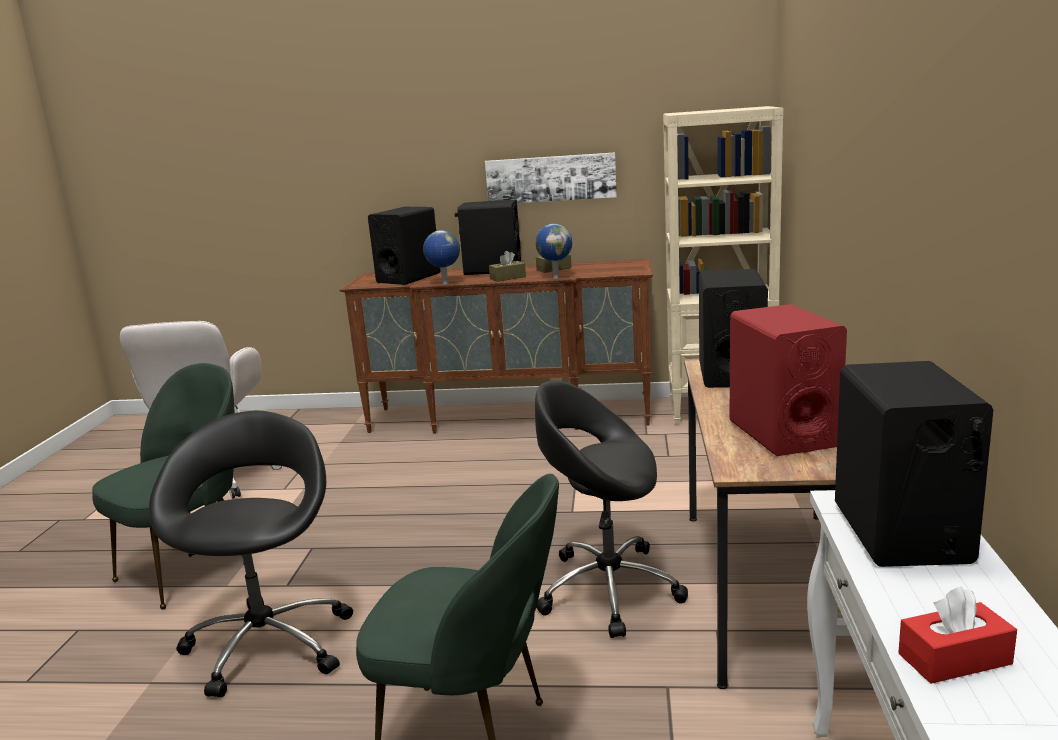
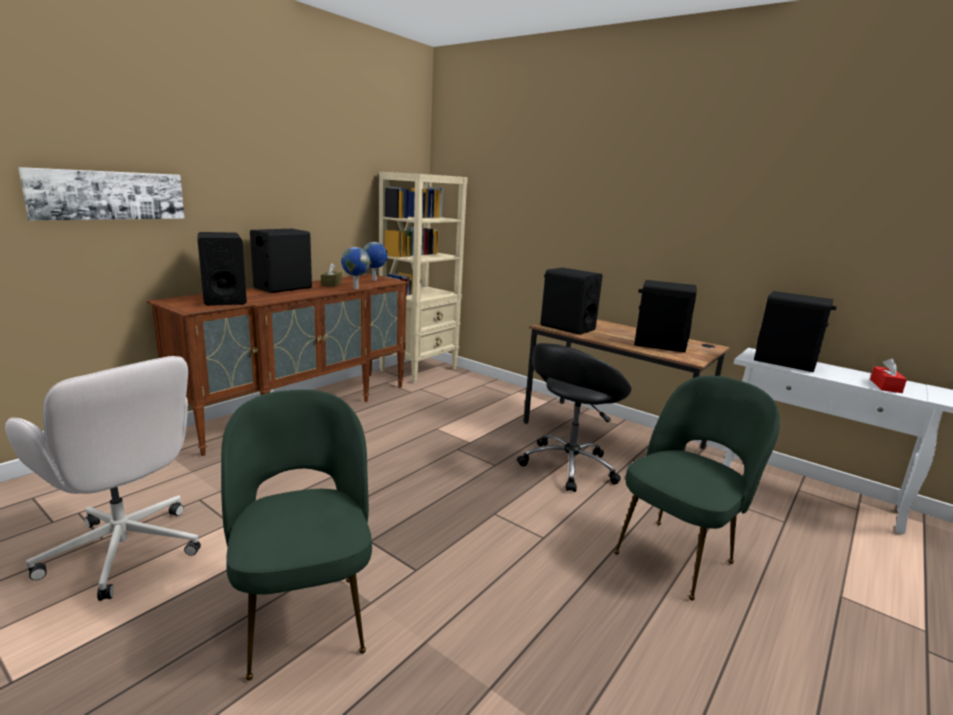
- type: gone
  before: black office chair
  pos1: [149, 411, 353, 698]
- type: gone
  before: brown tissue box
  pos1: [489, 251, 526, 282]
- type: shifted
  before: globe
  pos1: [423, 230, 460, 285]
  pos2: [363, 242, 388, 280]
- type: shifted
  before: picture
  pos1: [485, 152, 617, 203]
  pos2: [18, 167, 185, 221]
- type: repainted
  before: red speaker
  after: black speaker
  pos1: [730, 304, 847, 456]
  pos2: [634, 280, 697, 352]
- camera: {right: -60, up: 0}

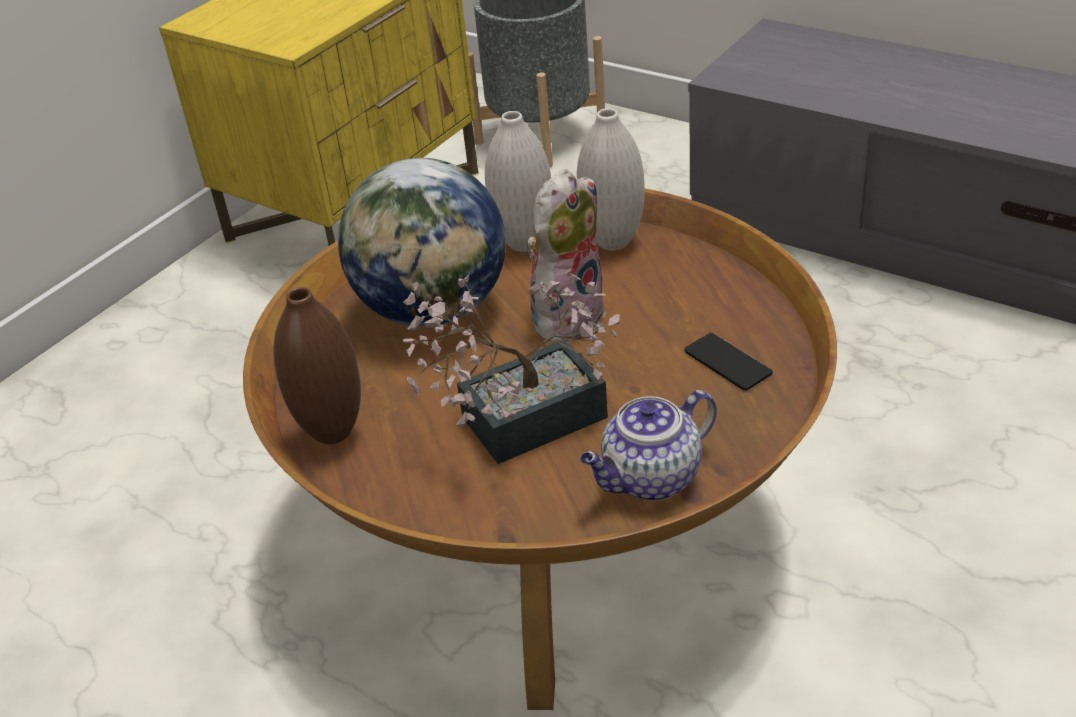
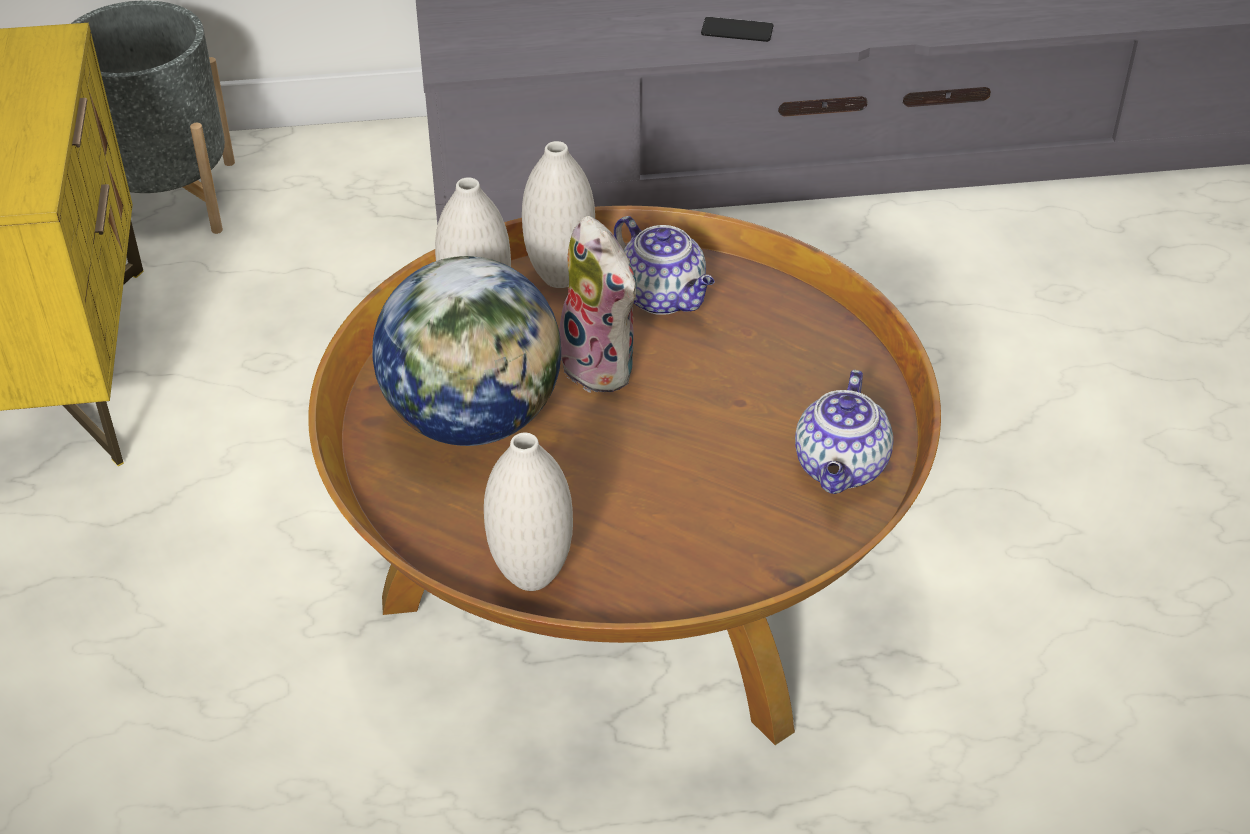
- type: gone
  before: potted plant
  pos1: [403, 273, 620, 464]
- type: new
  after: teapot
  pos2: [614, 216, 714, 315]
- type: shifted
  before: phone
  pos1: [684, 333, 773, 391]
  pos2: [701, 17, 773, 42]
- type: repainted
  before: brown vase
  after: white vase
  pos1: [273, 287, 361, 444]
  pos2: [484, 433, 573, 591]
- type: rotated
  before: plush toy
  pos1: [527, 169, 606, 342]
  pos2: [559, 216, 637, 393]
  turn: 150
- camera: {right: -45, up: 5}

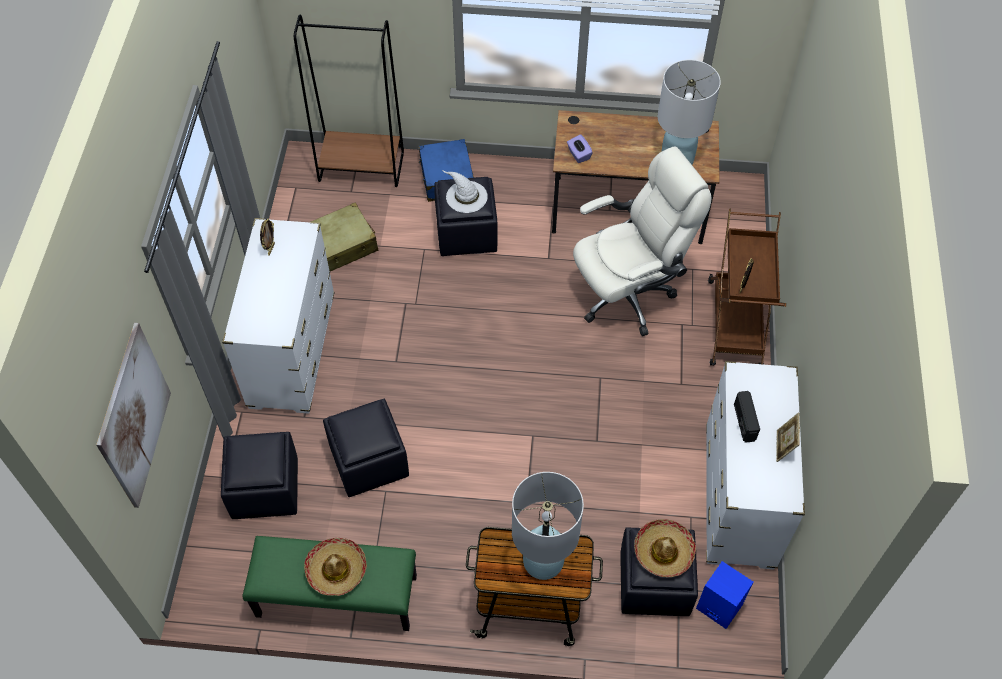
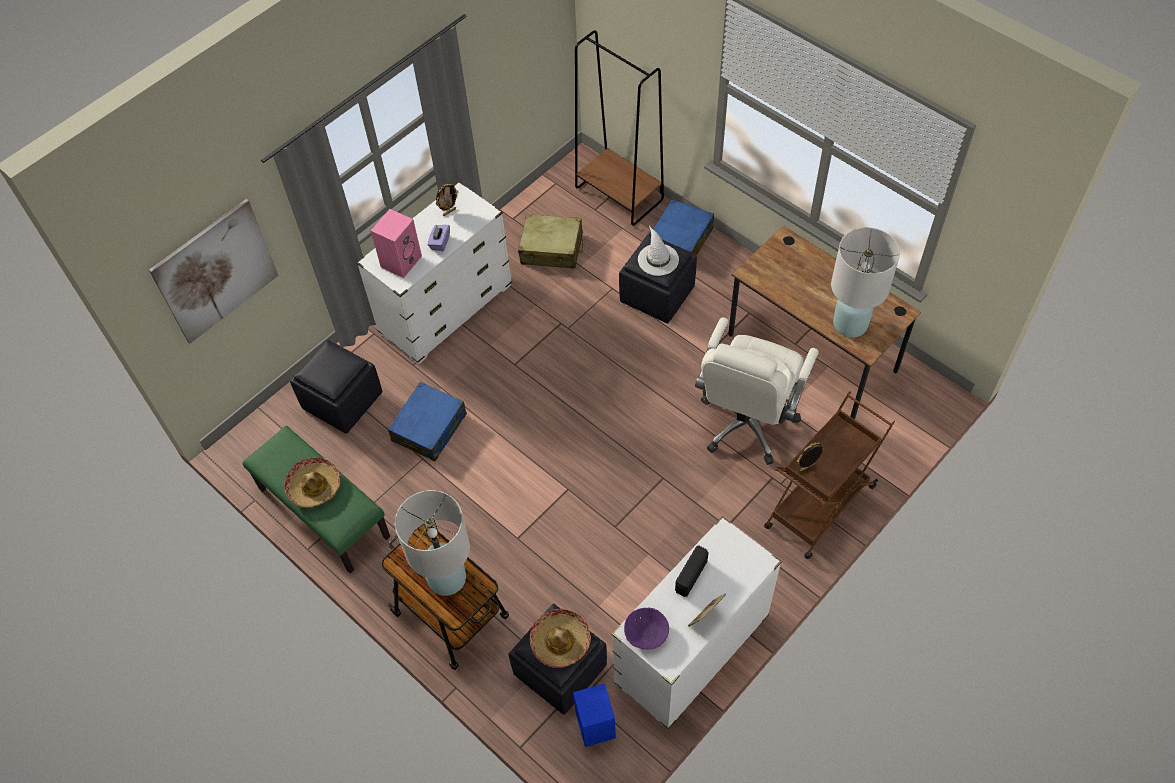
- type: new
  after: pink speaker
  pos2: [371, 209, 422, 278]
- type: new
  after: purple bowl
  pos2: [624, 608, 669, 650]
- type: shifted
  before: purple tissue box
  pos1: [567, 134, 593, 163]
  pos2: [427, 225, 450, 251]
- type: swapped
  before: black ottoman
  after: blue suitcase
  pos1: [323, 399, 409, 497]
  pos2: [388, 382, 467, 461]
- type: rotated
  before: white office chair
  pos1: [573, 147, 711, 336]
  pos2: [695, 317, 819, 465]
  turn: 105
- camera: {right: 40, up: 0}

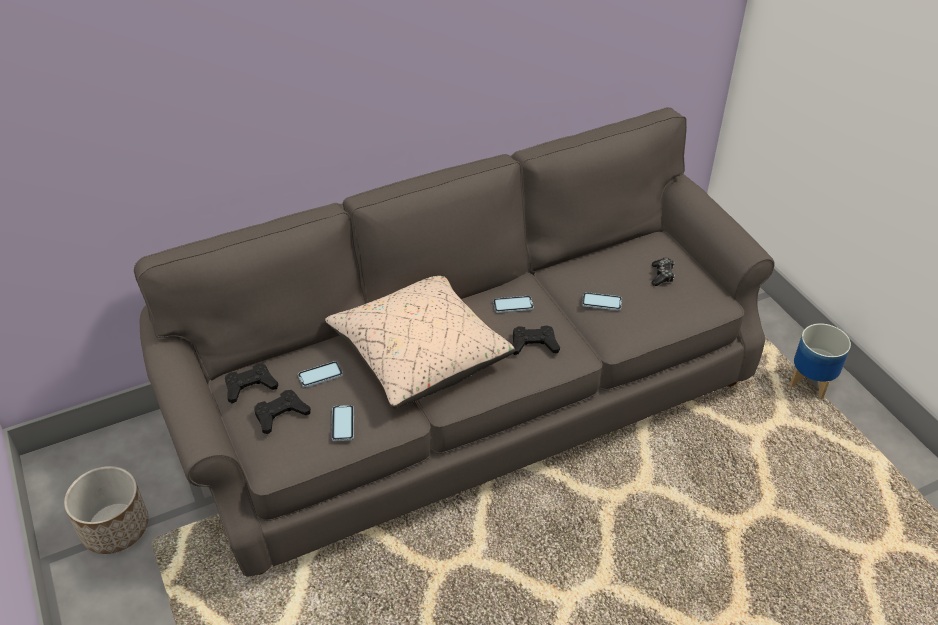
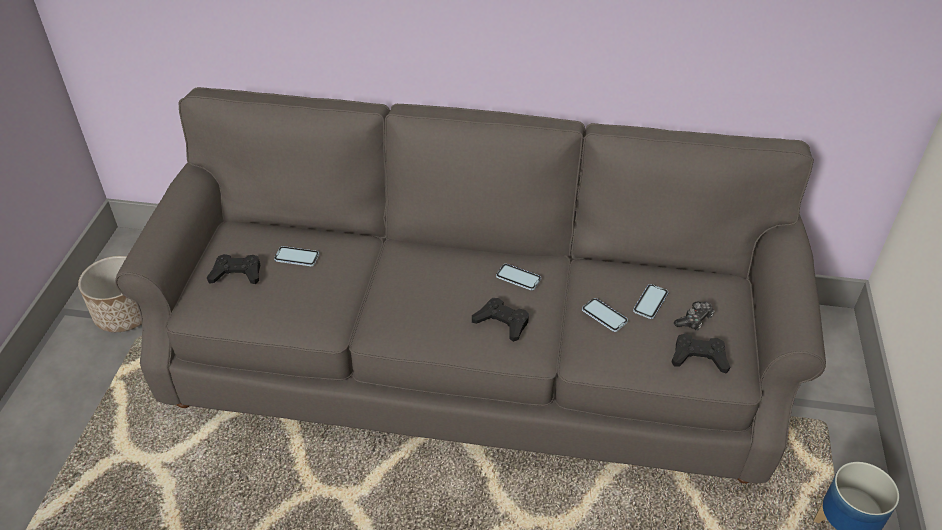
- type: gone
  before: beige pillow
  pos1: [325, 276, 515, 409]
- type: shifted
  before: black game controller
  pos1: [225, 363, 278, 404]
  pos2: [671, 334, 730, 373]
- type: shifted
  before: phone
  pos1: [331, 405, 354, 441]
  pos2: [633, 284, 668, 319]
- camera: {right: 35, up: 0}

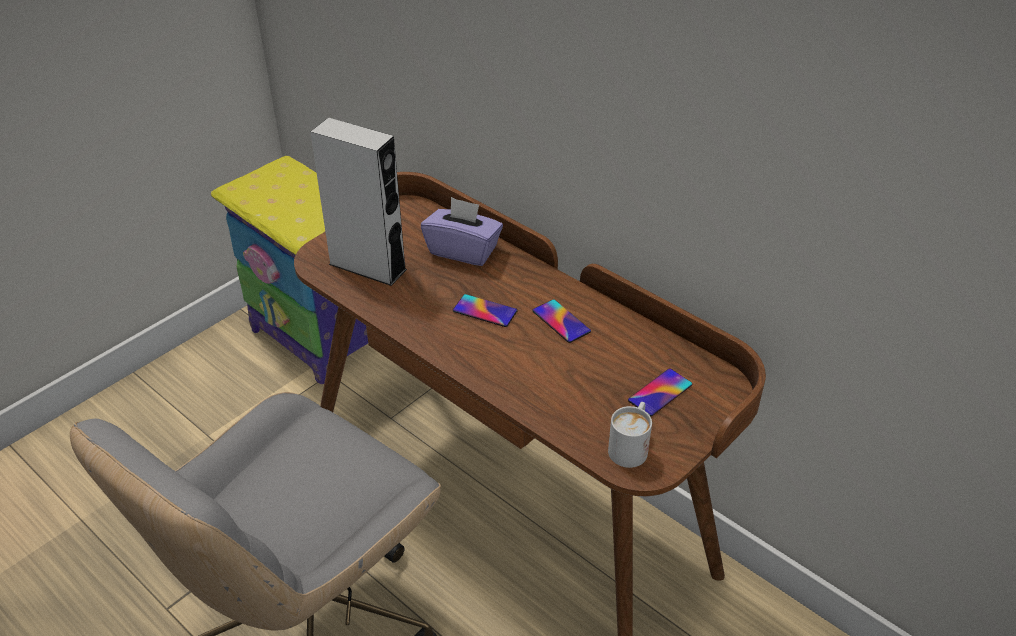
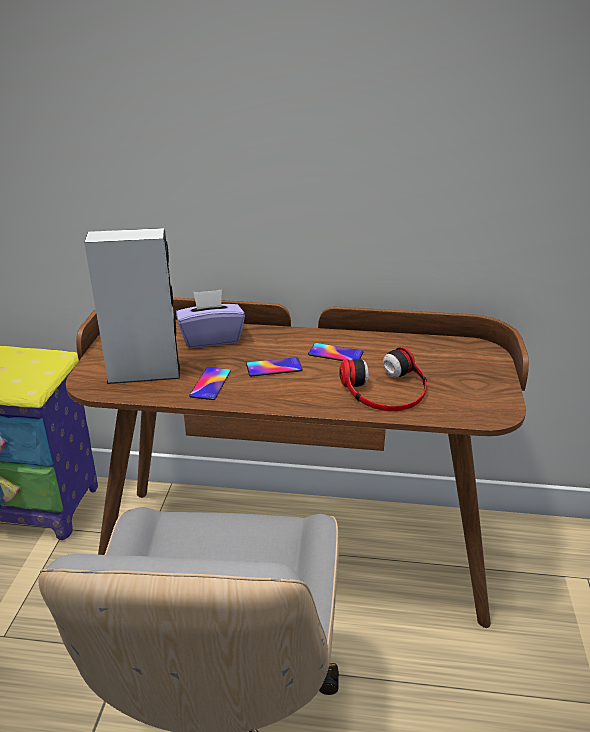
- type: gone
  before: white mug
  pos1: [608, 402, 652, 468]
- type: new
  after: headphones
  pos2: [339, 347, 427, 411]
- type: shifted
  before: phone
  pos1: [628, 369, 692, 416]
  pos2: [189, 367, 231, 400]
- camera: {right: -35, up: -10}

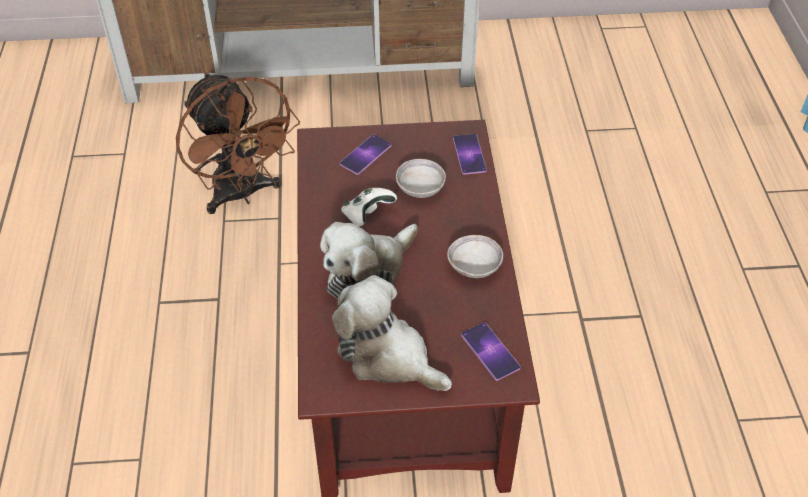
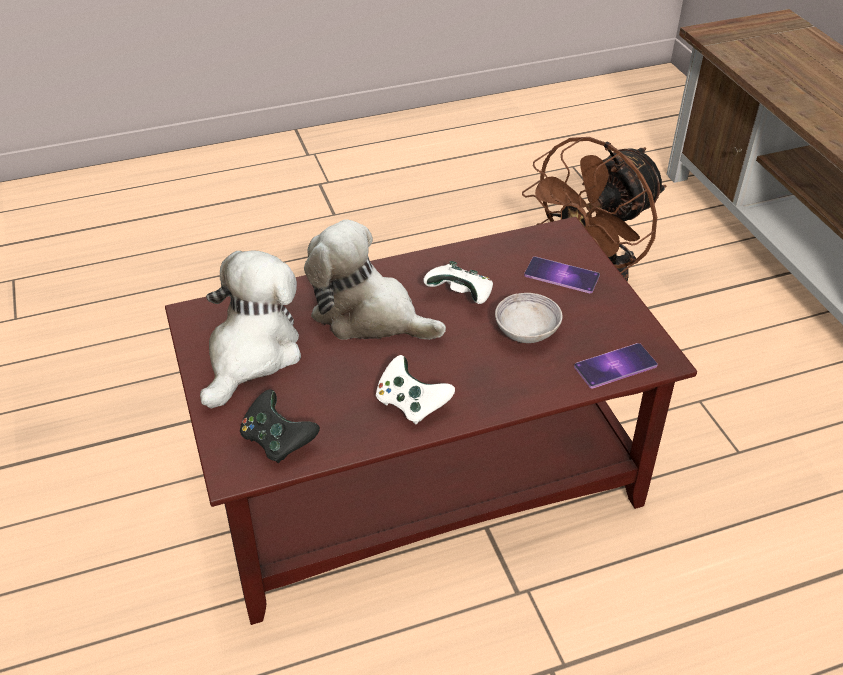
- type: swapped
  before: grey bowl
  after: white game controller
  pos1: [447, 235, 503, 278]
  pos2: [376, 355, 455, 425]
- type: swapped
  before: phone
  after: black game controller
  pos1: [461, 322, 521, 381]
  pos2: [240, 389, 320, 463]
- camera: {right: 75, up: -5}

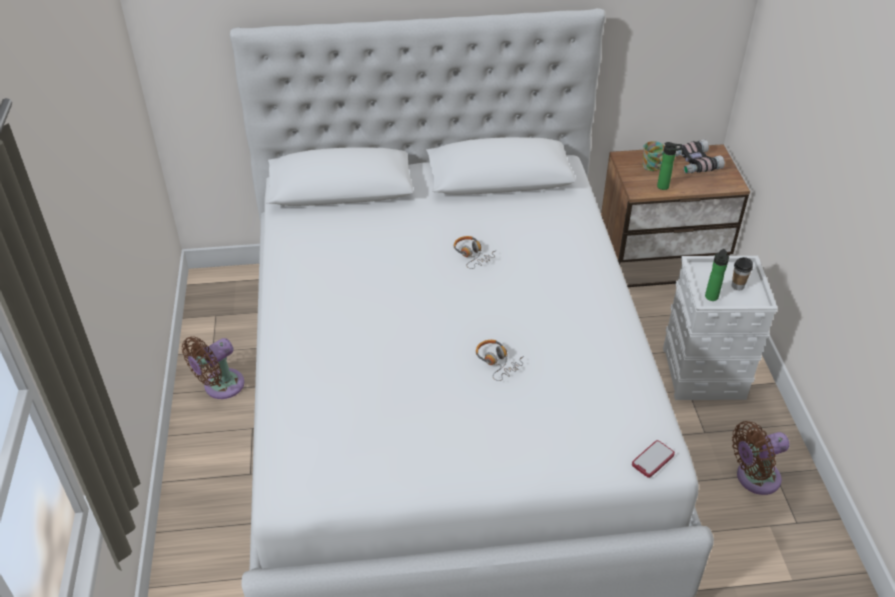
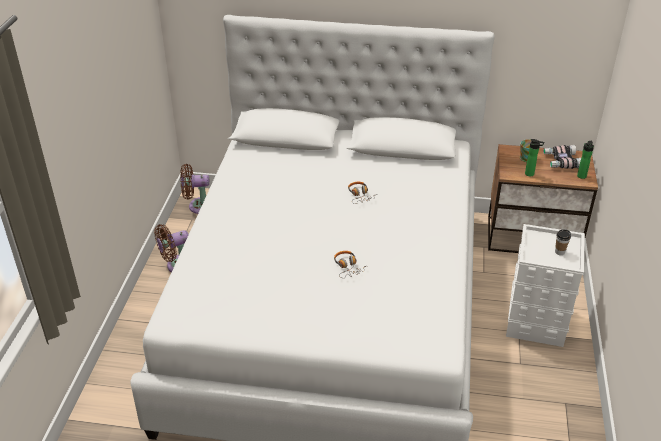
- type: gone
  before: phone
  pos1: [632, 440, 675, 478]
- type: shifted
  before: bottle
  pos1: [705, 249, 729, 301]
  pos2: [577, 141, 594, 179]
- type: shifted
  before: brown fan
  pos1: [732, 421, 790, 495]
  pos2: [180, 164, 209, 214]
- camera: {right: 15, up: -5}

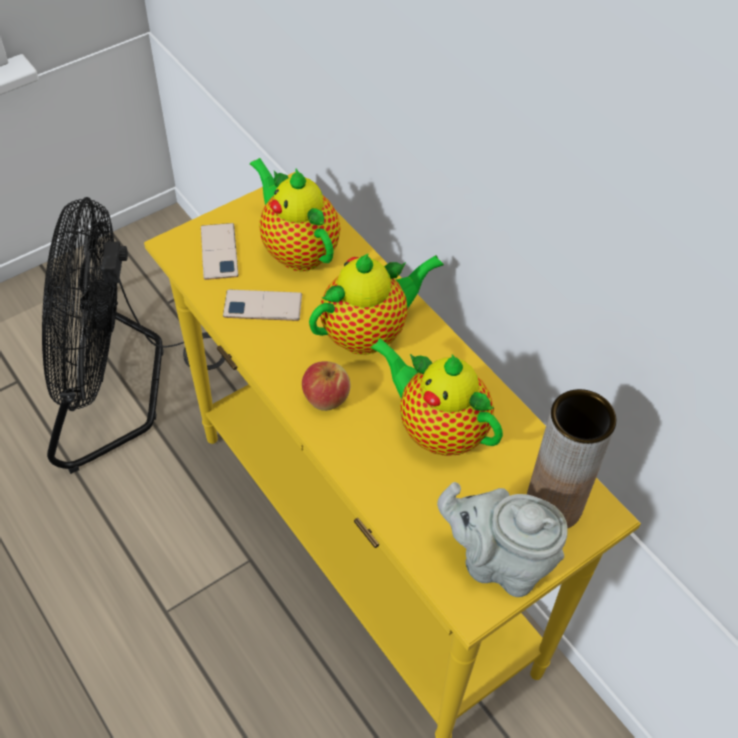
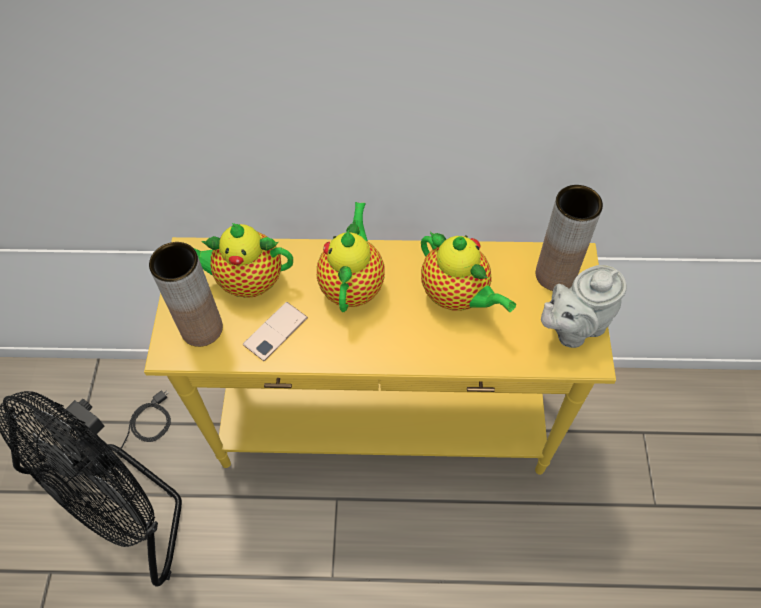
- type: gone
  before: apple
  pos1: [302, 361, 350, 411]
- type: swapped
  before: phone
  after: brown vase
  pos1: [201, 223, 238, 280]
  pos2: [149, 242, 223, 347]
- type: rotated
  before: teapot
  pos1: [370, 338, 503, 456]
  pos2: [421, 232, 516, 312]
  turn: -120
- camera: {right: -50, up: 5}

